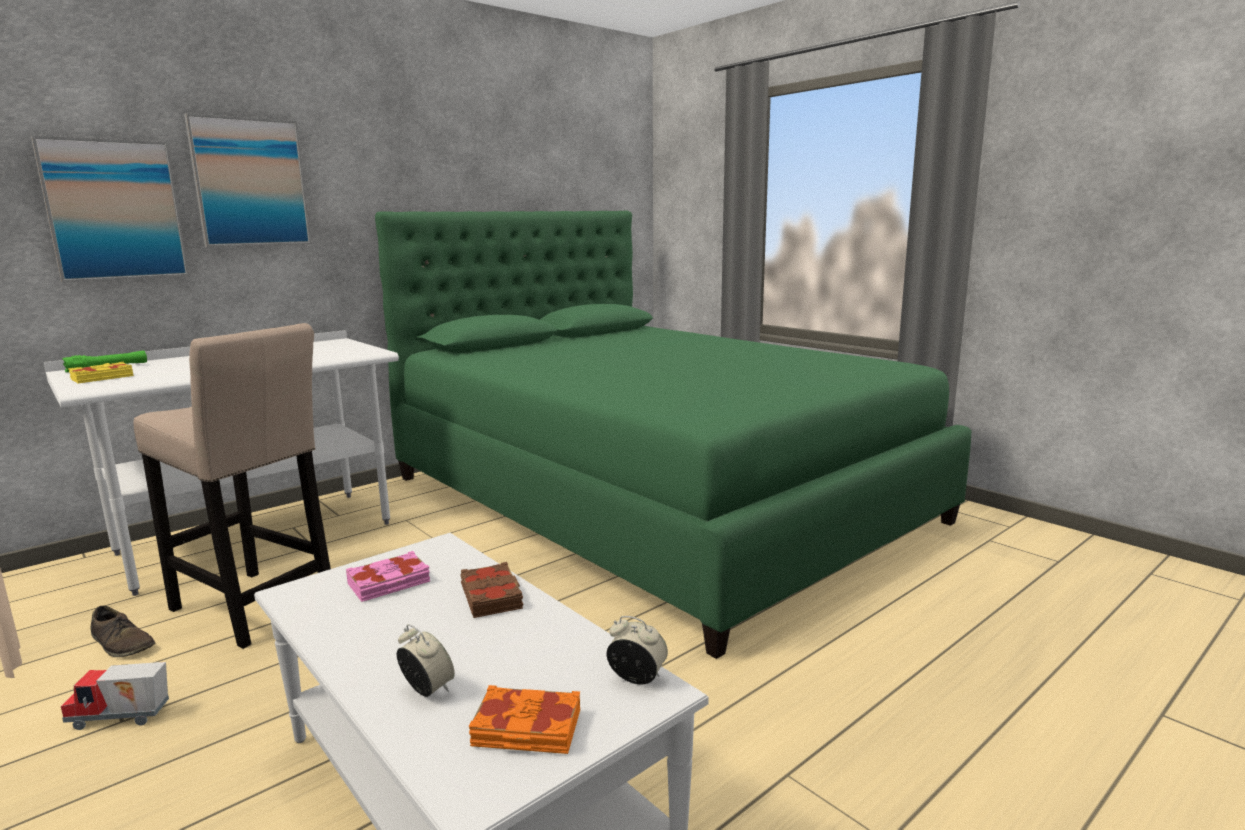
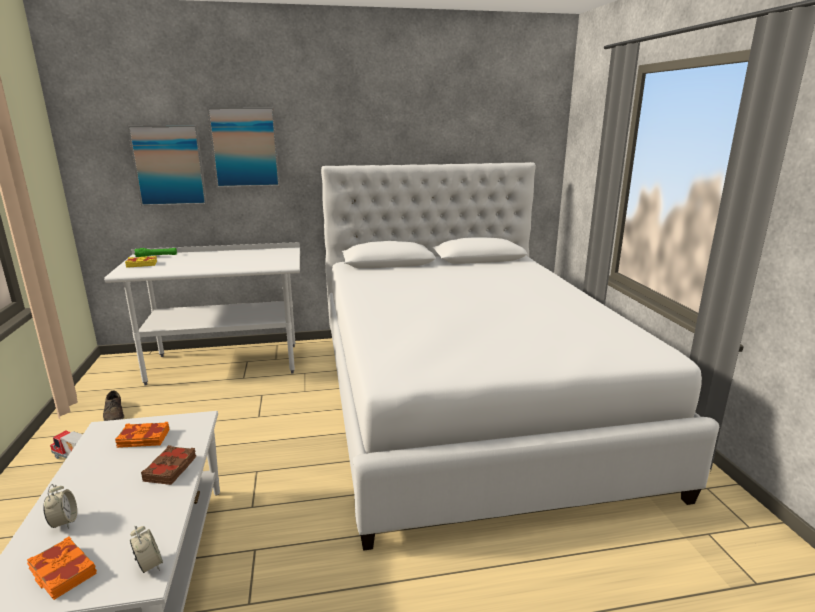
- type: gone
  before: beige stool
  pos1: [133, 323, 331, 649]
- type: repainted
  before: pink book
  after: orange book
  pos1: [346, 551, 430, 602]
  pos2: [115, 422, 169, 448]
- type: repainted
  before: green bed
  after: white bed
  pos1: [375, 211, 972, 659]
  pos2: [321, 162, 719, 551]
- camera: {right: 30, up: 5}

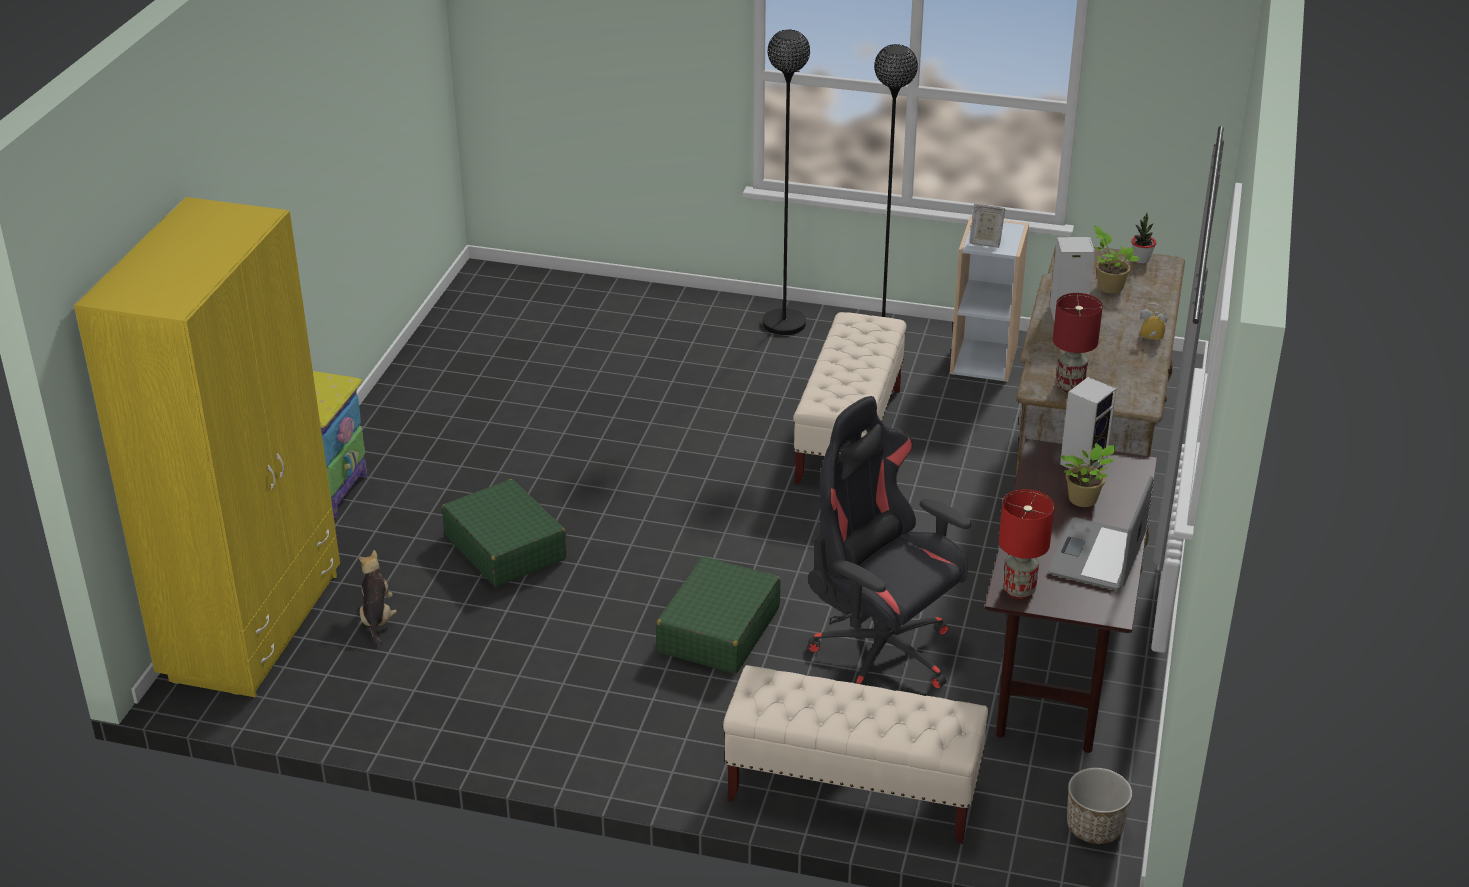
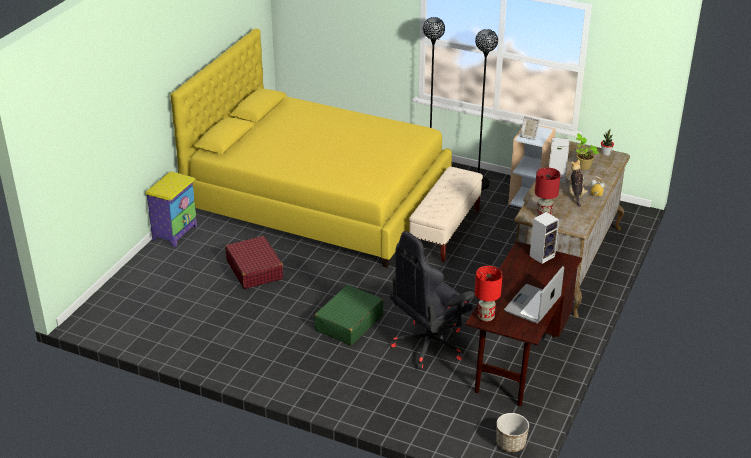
- type: gone
  before: yellow wardrobe
  pos1: [74, 197, 340, 697]
- type: gone
  before: beige bench
  pos1: [723, 665, 988, 844]
- type: gone
  before: potted plant
  pos1: [1060, 443, 1115, 507]
- type: new
  after: yellow bed
  pos2: [170, 28, 452, 268]
- type: shifted
  before: plush toy
  pos1: [359, 550, 397, 647]
  pos2: [569, 159, 588, 207]
- type: repainted
  before: green suitcase
  after: red suitcase
  pos1: [442, 479, 566, 587]
  pos2: [225, 236, 283, 289]
- type: rotated
  before: black office chair
  pos1: [808, 396, 971, 689]
  pos2: [390, 231, 474, 370]
  turn: -90
- camera: {right: 10, up: 0}

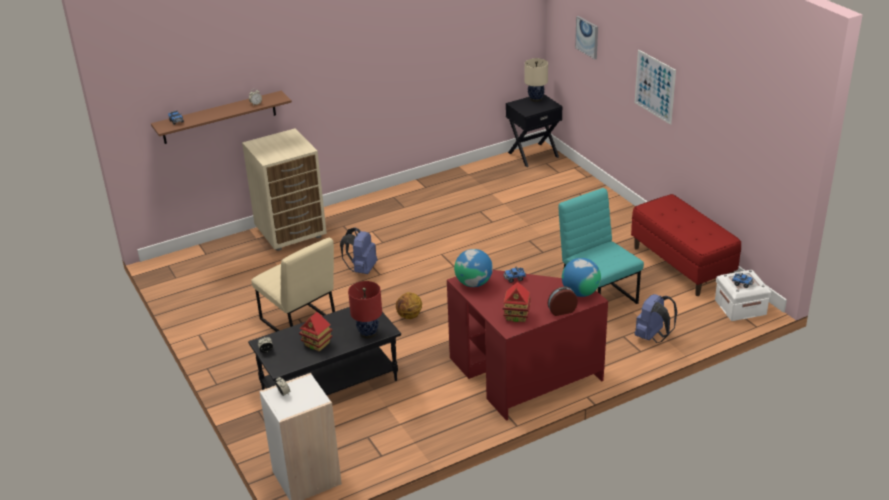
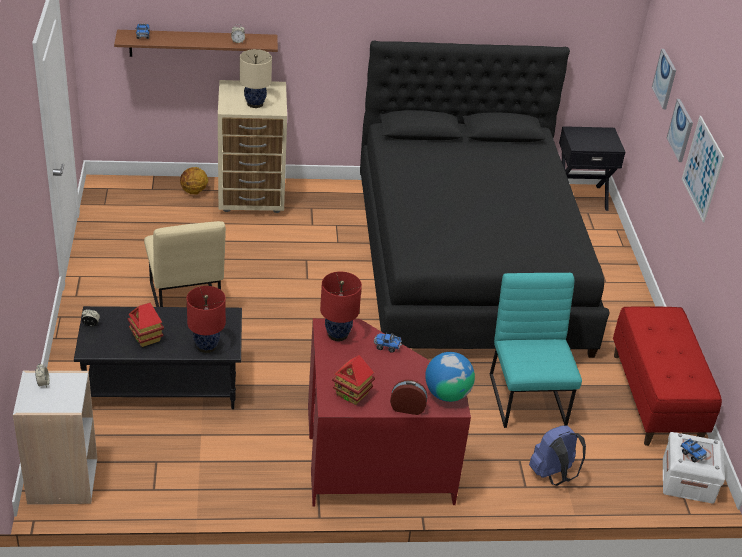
- type: gone
  before: blue backpack
  pos1: [340, 227, 377, 274]
- type: new
  after: black bed
  pos2: [360, 41, 609, 358]
- type: new
  after: picture
  pos2: [667, 99, 693, 162]
- type: shifted
  before: basketball
  pos1: [396, 292, 422, 319]
  pos2: [180, 167, 208, 194]
- type: shifted
  before: beige table lamp
  pos1: [525, 58, 548, 102]
  pos2: [240, 49, 272, 108]
- type: swapped
  before: globe
  after: red table lamp
  pos1: [454, 249, 493, 287]
  pos2: [320, 272, 362, 341]
- camera: {right: 20, up: 5}

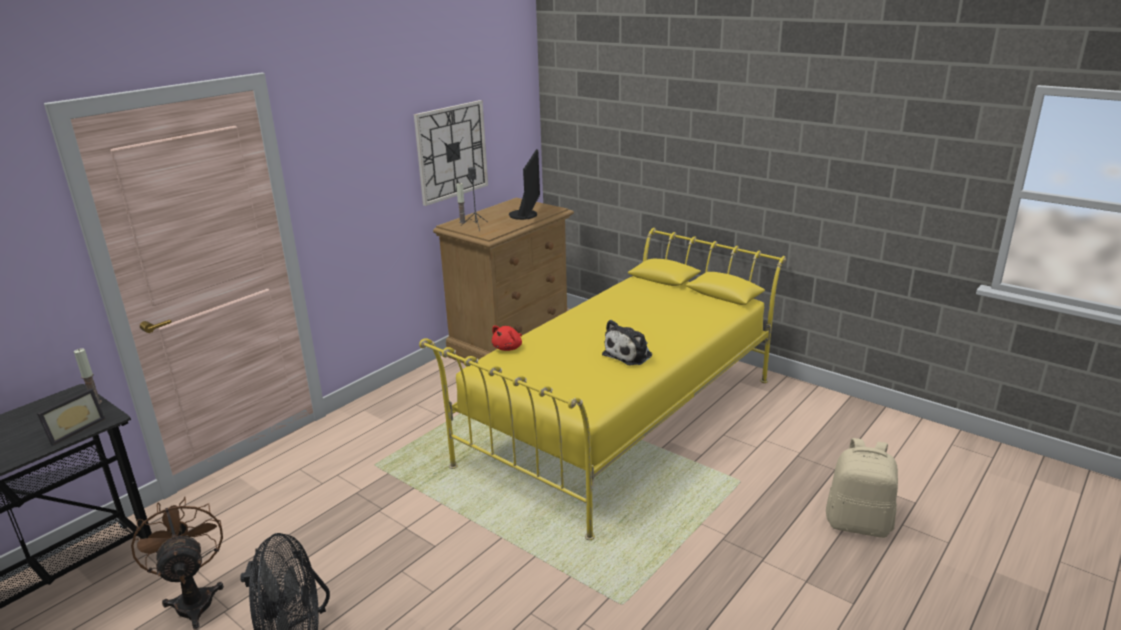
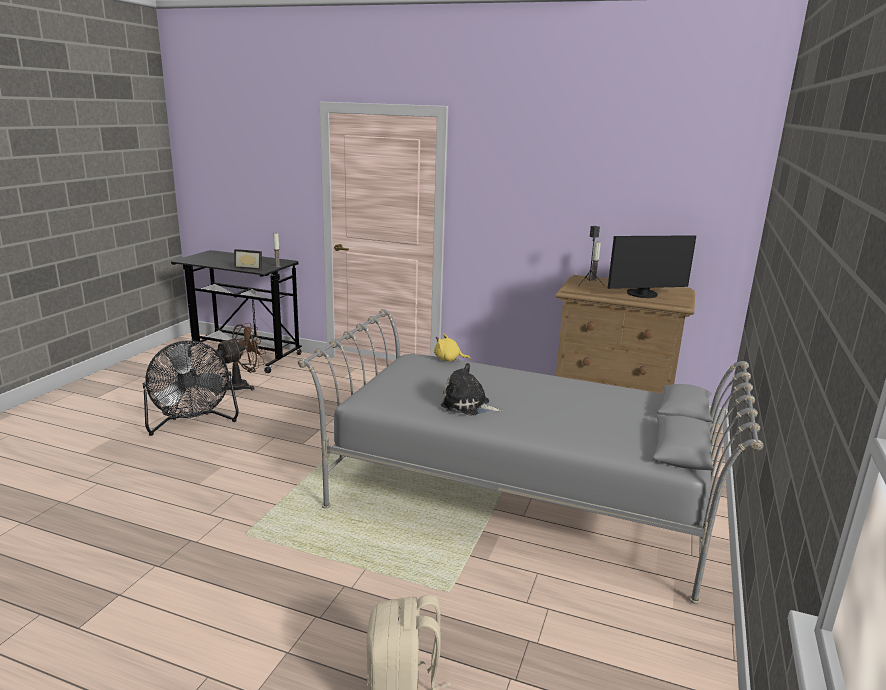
- type: gone
  before: wall clock
  pos1: [414, 100, 488, 206]
- type: repainted
  before: yellow bed
  after: grey bed
  pos1: [419, 228, 786, 540]
  pos2: [298, 309, 763, 604]
- type: repainted
  before: red plush toy
  after: yellow plush toy
  pos1: [492, 325, 522, 351]
  pos2: [434, 334, 471, 361]
- camera: {right: 70, up: -5}

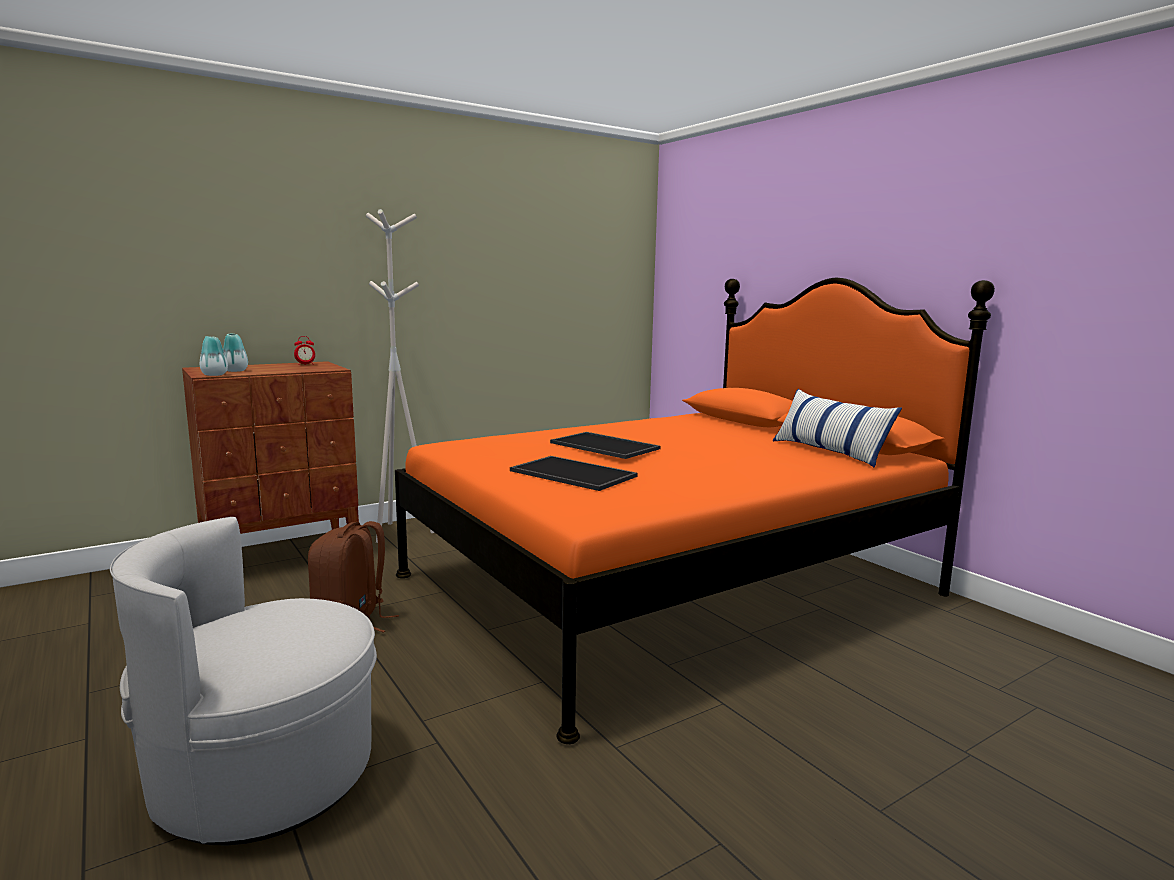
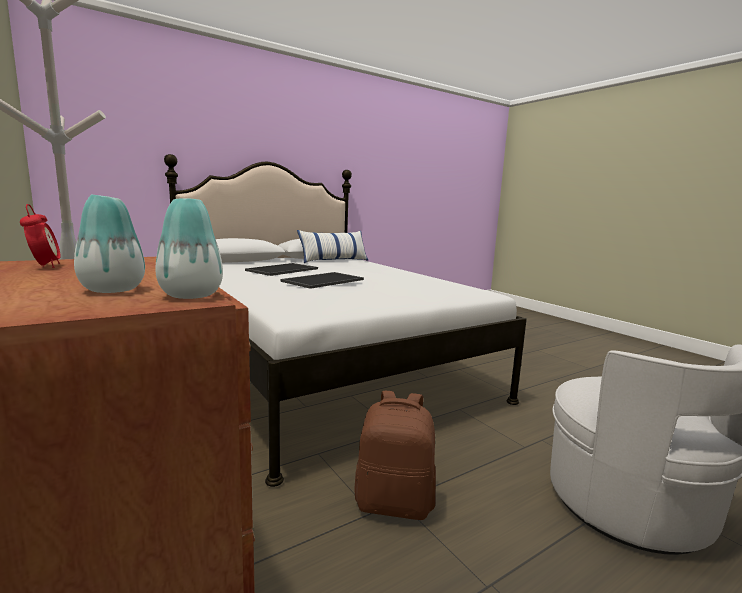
- type: shifted
  before: tray
  pos1: [510, 456, 638, 491]
  pos2: [245, 263, 318, 276]
- type: repainted
  before: orange bed
  after: white bed
  pos1: [395, 278, 995, 744]
  pos2: [164, 154, 527, 487]
- camera: {right: -90, up: 0}

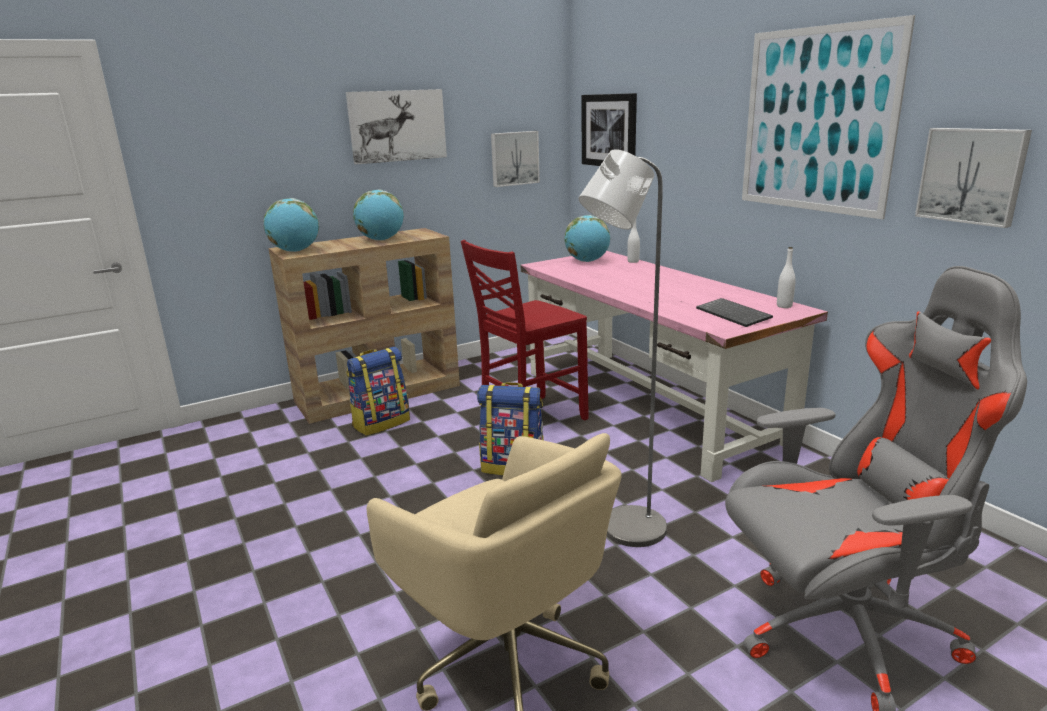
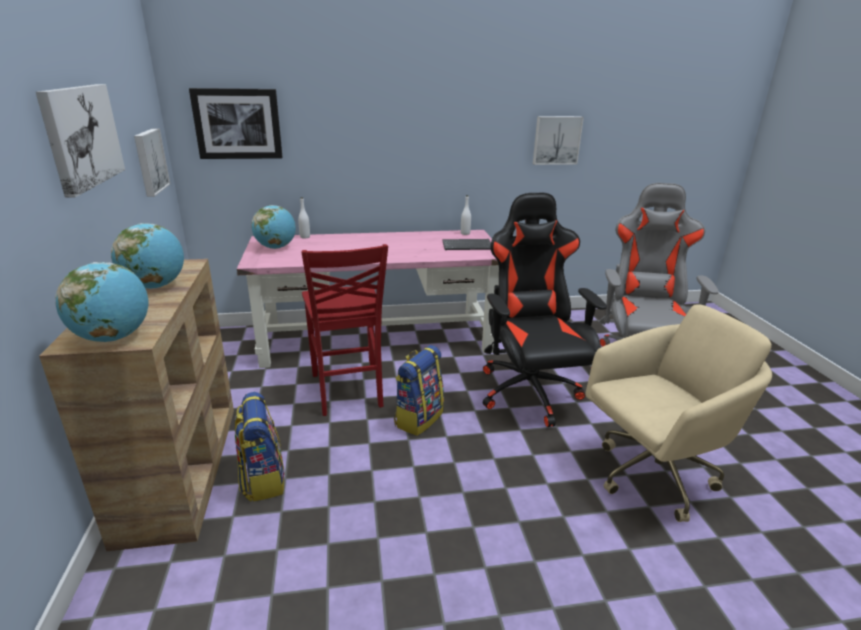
- type: gone
  before: picture
  pos1: [742, 15, 915, 219]
- type: swapped
  before: grey floor lamp
  after: black office chair
  pos1: [578, 149, 667, 547]
  pos2: [483, 193, 607, 427]
- camera: {right: -70, up: 5}

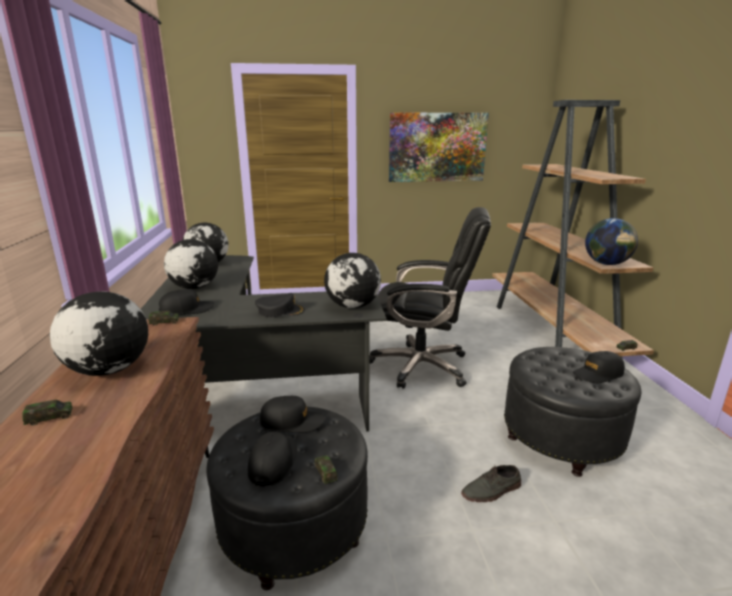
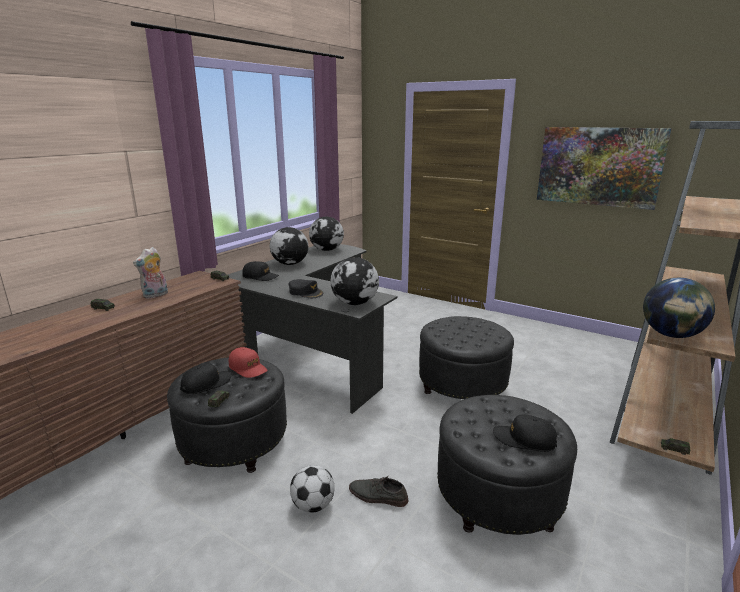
- type: new
  after: football
  pos2: [290, 465, 335, 513]
- type: swapped
  before: globe
  after: plush toy
  pos1: [50, 291, 148, 376]
  pos2: [133, 247, 168, 299]
- type: swapped
  before: black office chair
  after: black ottoman
  pos1: [369, 207, 491, 389]
  pos2: [419, 316, 514, 399]
- type: repainted
  before: black cap
  after: red cap
  pos1: [260, 396, 325, 433]
  pos2: [229, 347, 267, 378]
- camera: {right: 40, up: 0}

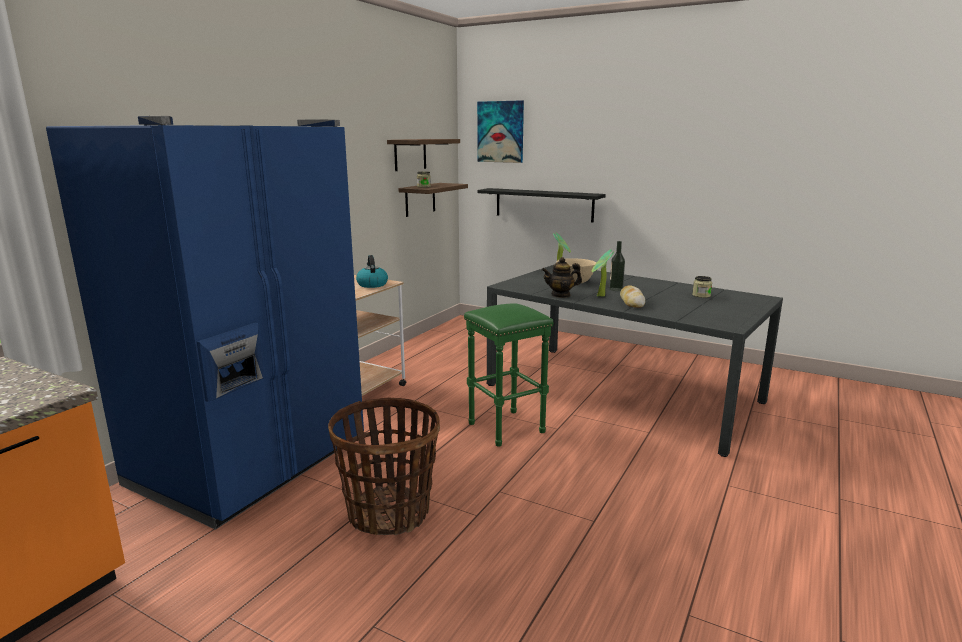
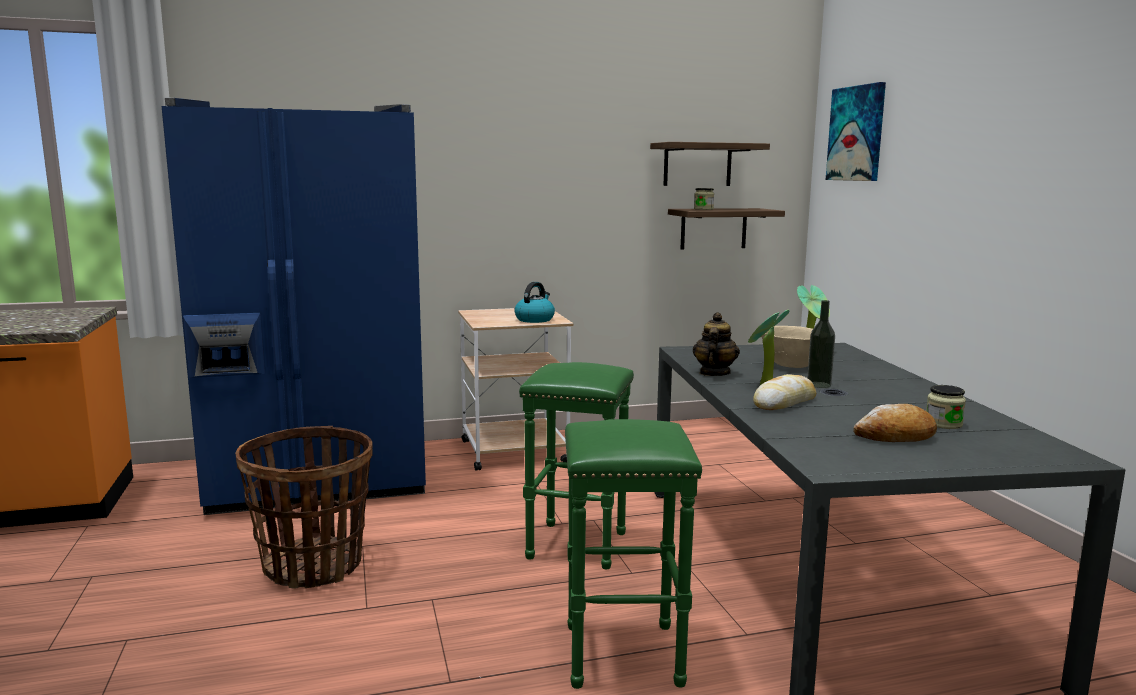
- type: gone
  before: black shelf
  pos1: [478, 188, 606, 222]
- type: new
  after: green stool
  pos2: [565, 419, 702, 689]
- type: new
  after: bread
  pos2: [853, 404, 937, 442]
- type: rotated
  before: teapot
  pos1: [542, 257, 582, 298]
  pos2: [693, 312, 740, 376]
  turn: 75
- camera: {right: 45, up: -5}

